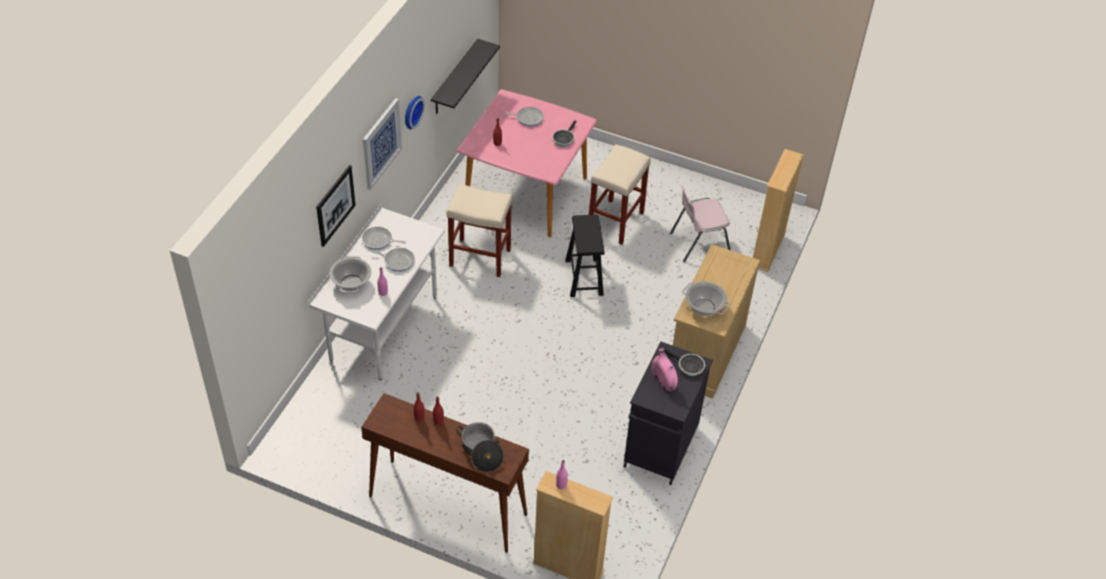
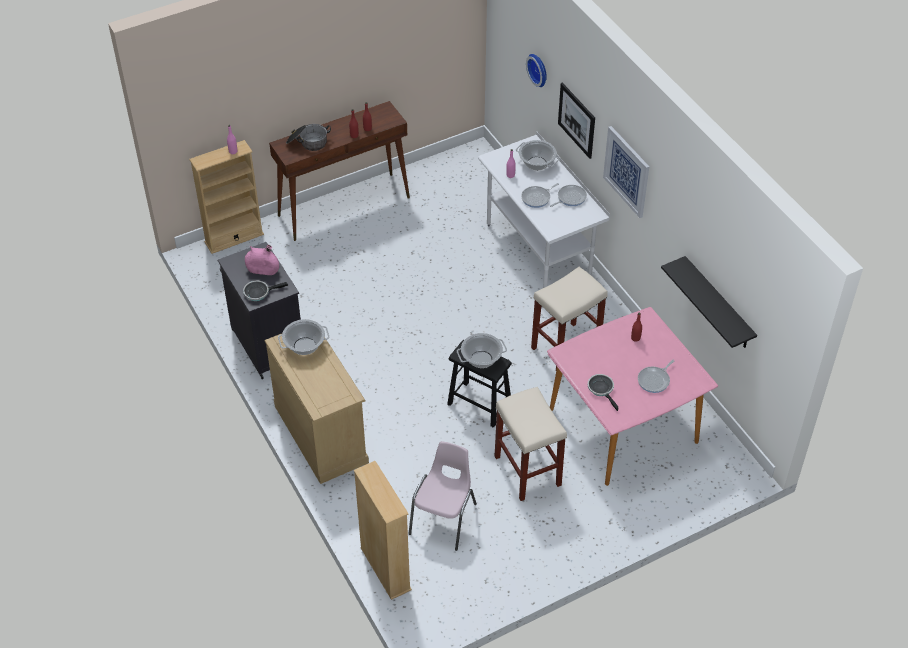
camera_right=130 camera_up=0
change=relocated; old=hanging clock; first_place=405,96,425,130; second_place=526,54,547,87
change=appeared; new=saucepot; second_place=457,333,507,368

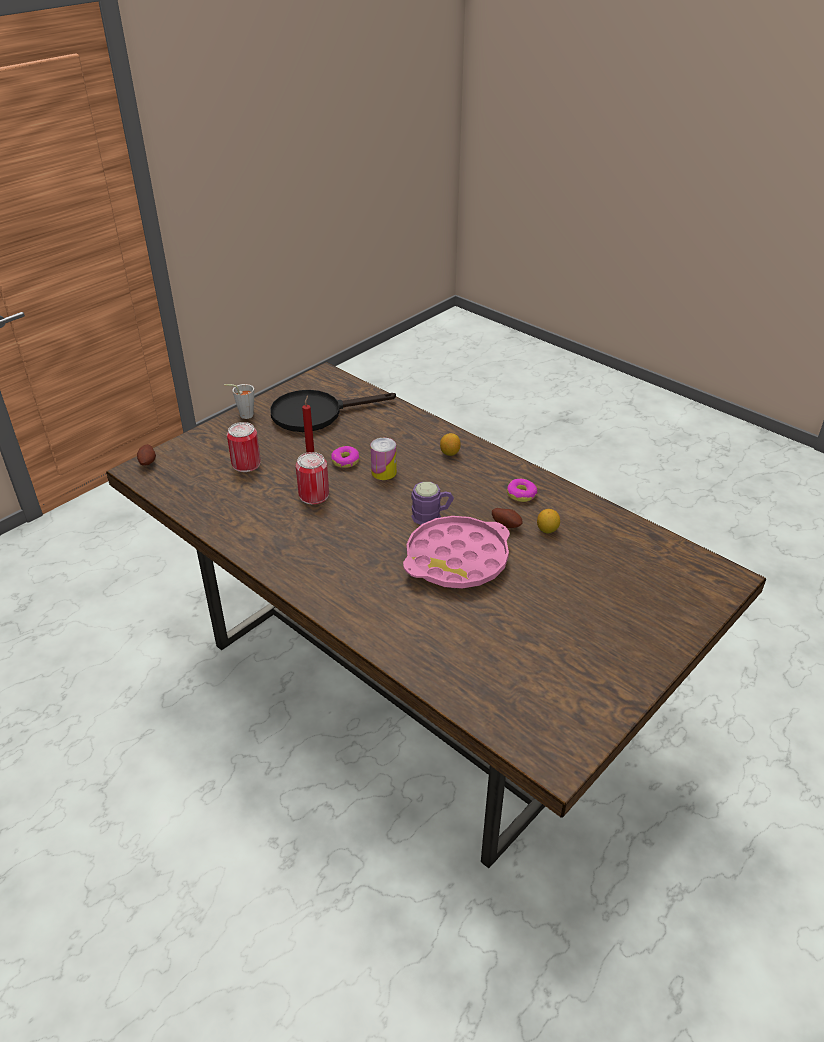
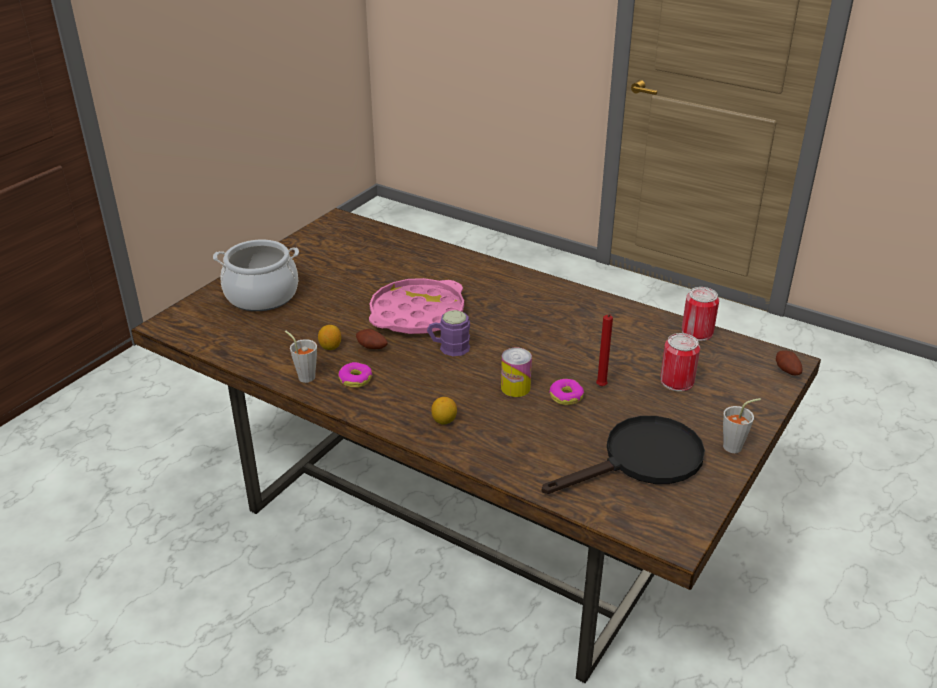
camera_right=170 camera_up=-5
change=relocated; old=metal can; first_place=296,452,329,504; second_place=682,287,719,341
change=appeared; new=saucepot; second_place=213,240,299,311
change=appeared; new=gray drinking cup; second_place=285,330,317,383

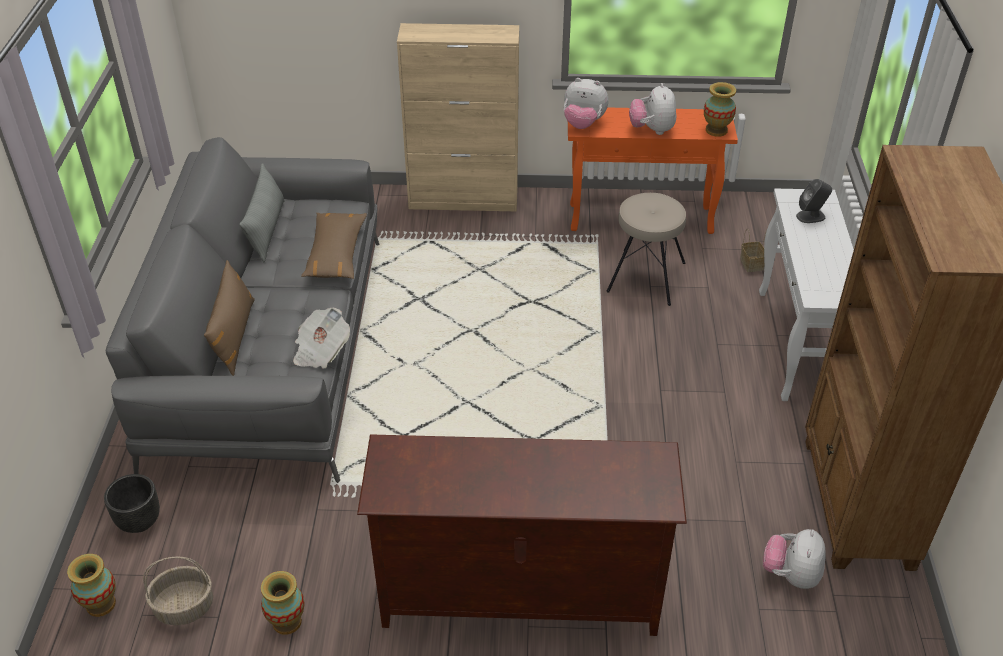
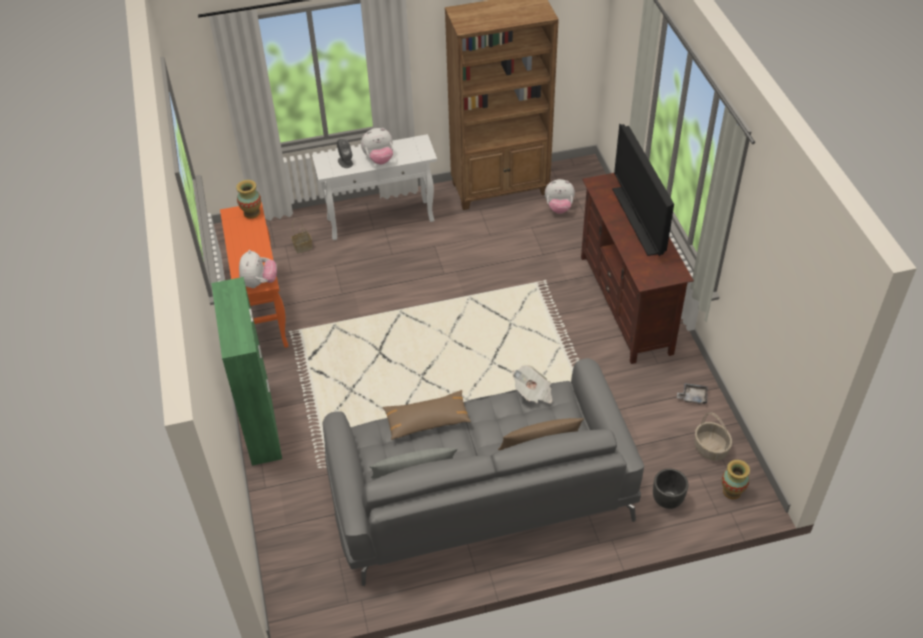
camera_right=-105 camera_up=5
change=colour; old=sand-coloured cabinet; new=green cabinet; first_place=397,23,519,212; second_place=211,277,282,466
change=relocated; old=plush toy; first_place=629,83,676,135; second_place=361,128,393,164
change=missing; old=sand-coloured stool seat; first_place=607,193,686,306
change=exchanged; old=flower vase; new=gray serving tray; first_place=261,571,305,635; second_place=677,383,708,404
change=appeared; new=TV set; second_place=612,124,674,256

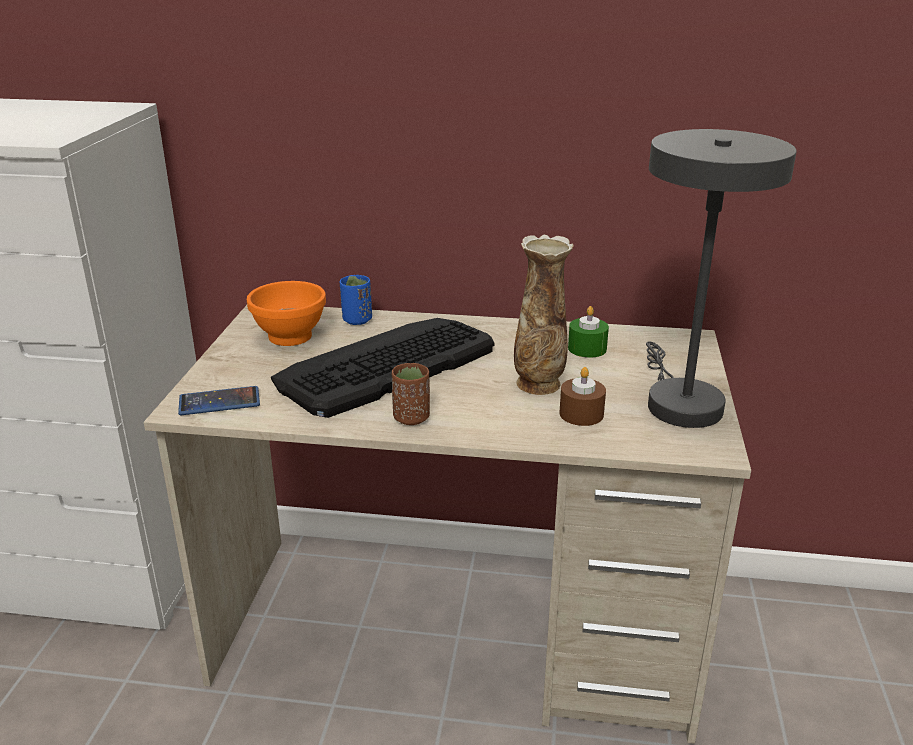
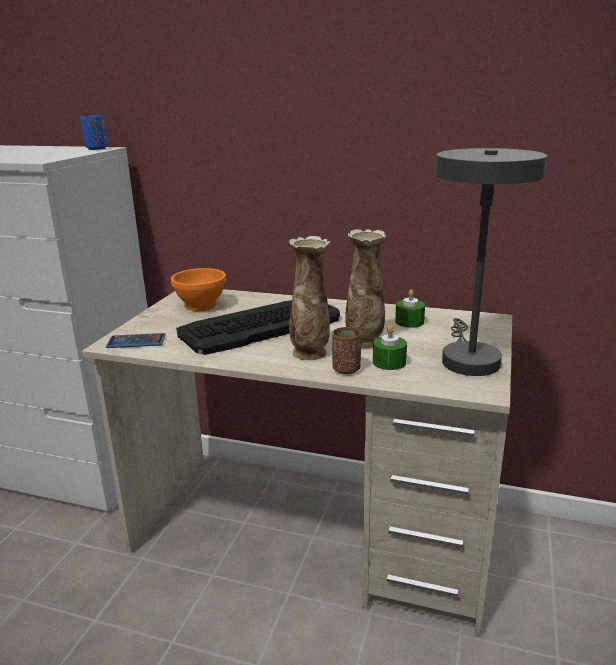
camera_right=10 camera_up=-5
change=relocated; old=bluish drinking cup; first_place=340,275,372,325; second_place=80,115,108,150
change=relocated; old=brown drinking cup; first_place=392,363,430,425; second_place=332,327,361,374
change=colour; old=brown wax candle; new=green wax candle; first_place=559,367,606,426; second_place=373,325,407,370
change=appeared; new=flower vase; second_place=289,236,330,360

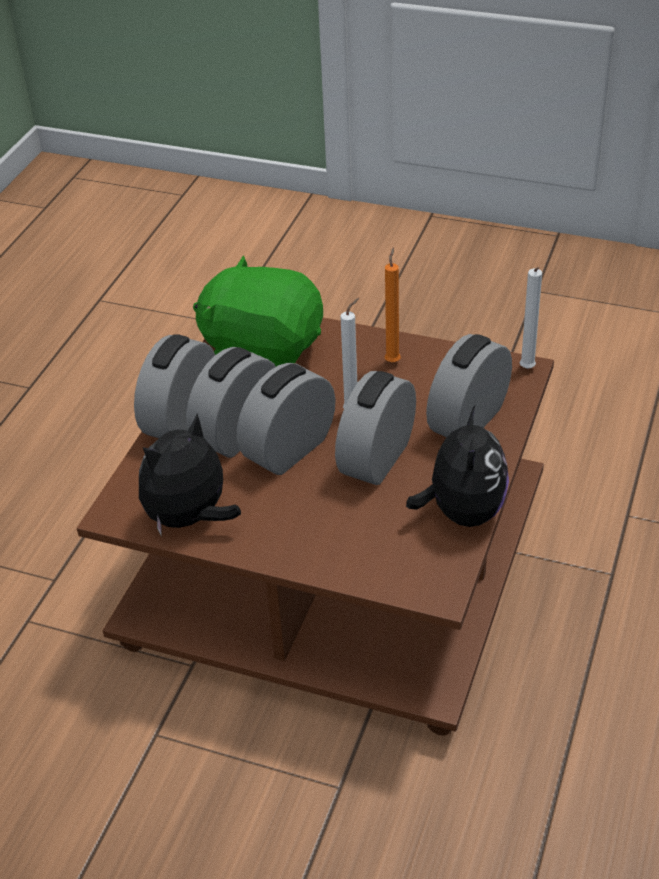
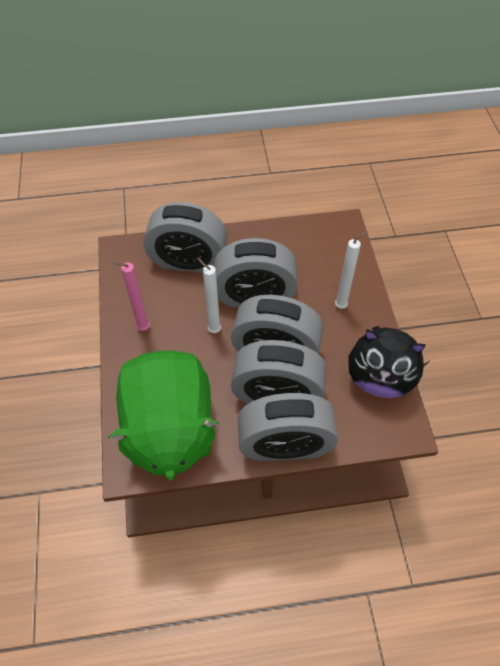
camera_right=-120 camera_up=15
change=colour; old=orange-coloured wax candle; new=pink wax candle; first_place=385,247,401,363; second_place=112,262,150,331
change=relocated; old=whitish wax candle; first_place=519,267,542,369; second_place=335,231,368,308
change=missing; old=plush toy; first_place=406,404,509,527

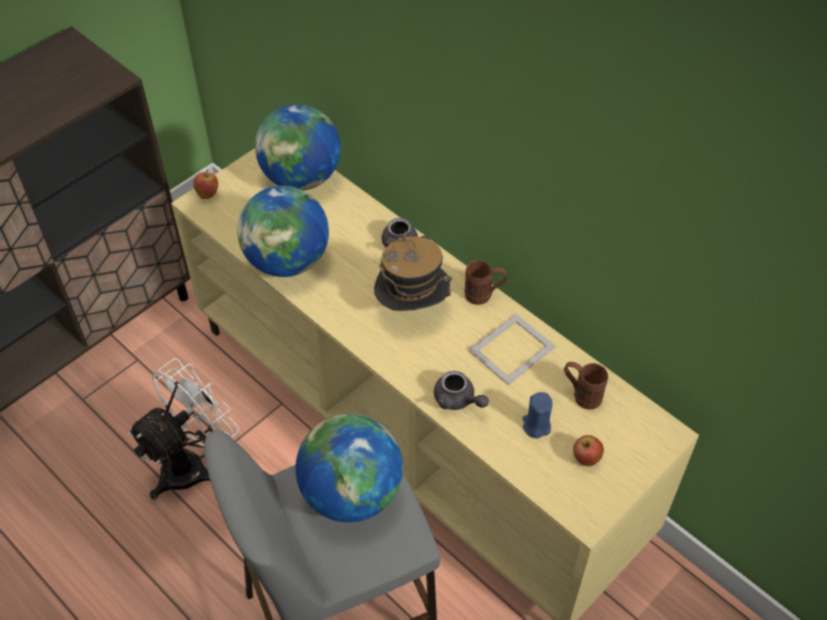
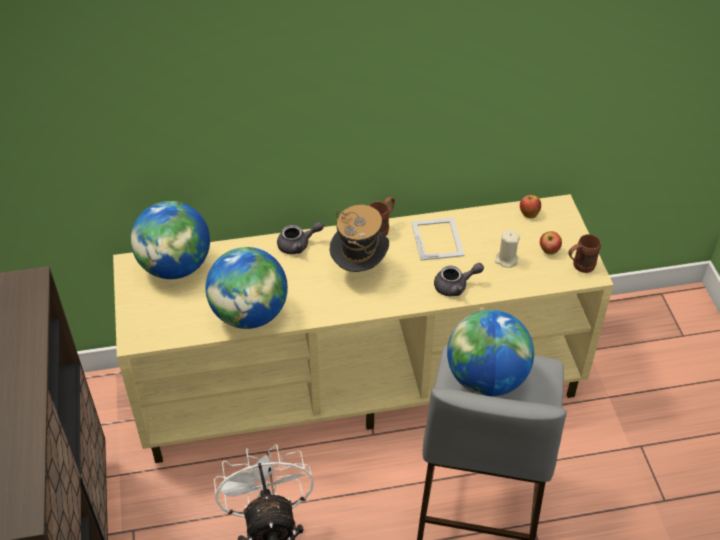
camera_right=-55 camera_up=-5
change=relocated; old=apple fruit; first_place=193,169,218,199; second_place=520,192,541,218
change=relocated; old=brown coffee mug; first_place=564,362,608,410; second_place=568,234,601,273
change=colour; old=bluish wax candle; new=sand-coloured wax candle; first_place=522,392,553,438; second_place=495,230,520,268

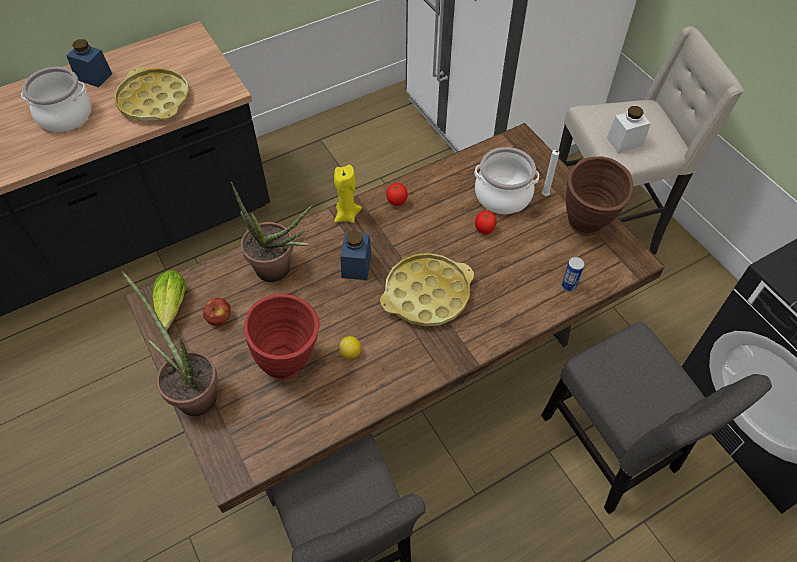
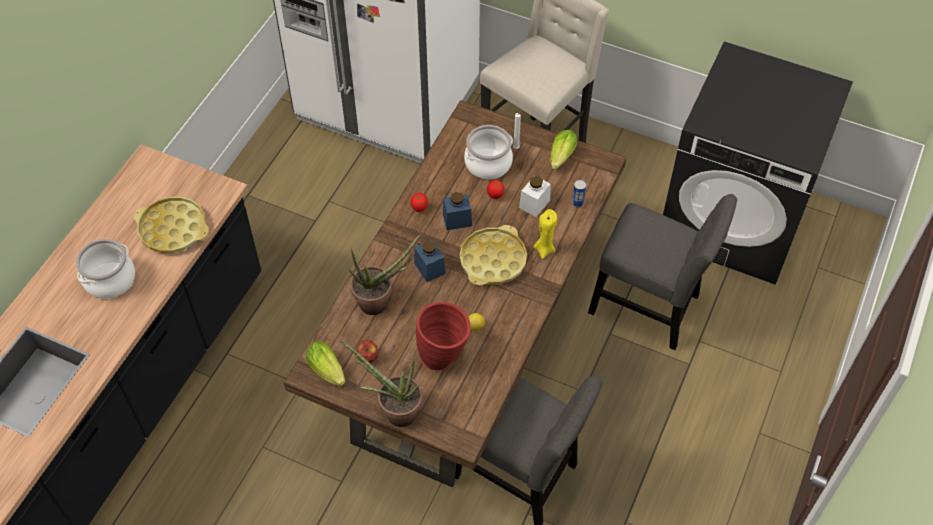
camera_right=-35 camera_up=0
change=relocated; old=bluish preserve jar; first_place=66,39,112,87; second_place=443,192,472,230
change=relocated; old=whitish preserve jar; first_place=607,106,651,153; second_place=519,175,551,217
change=exchanged; old=brown flower vase; new=lettuce head; first_place=566,156,633,236; second_place=550,130,577,170
change=relocated; old=yellowish wax candle; first_place=334,165,362,223; second_place=534,209,557,259

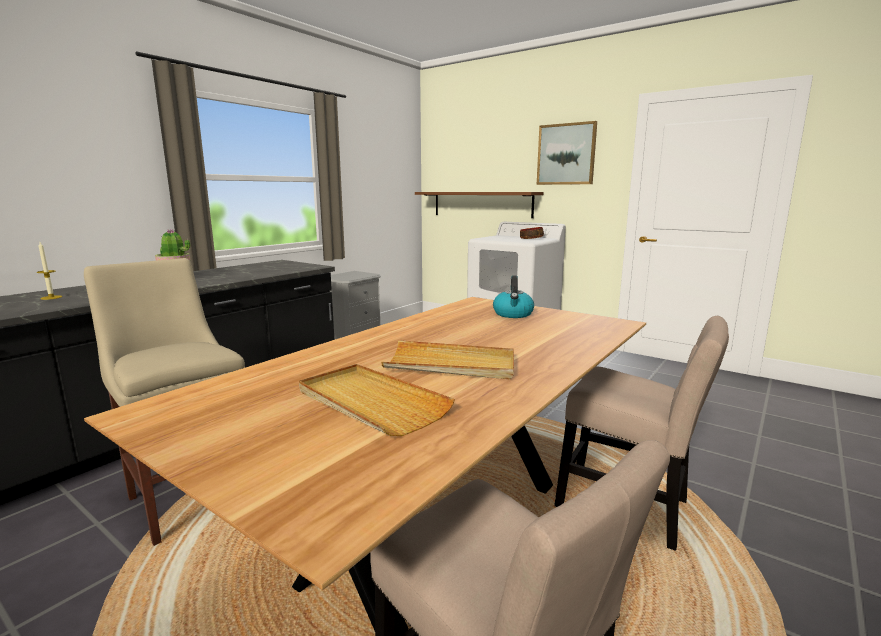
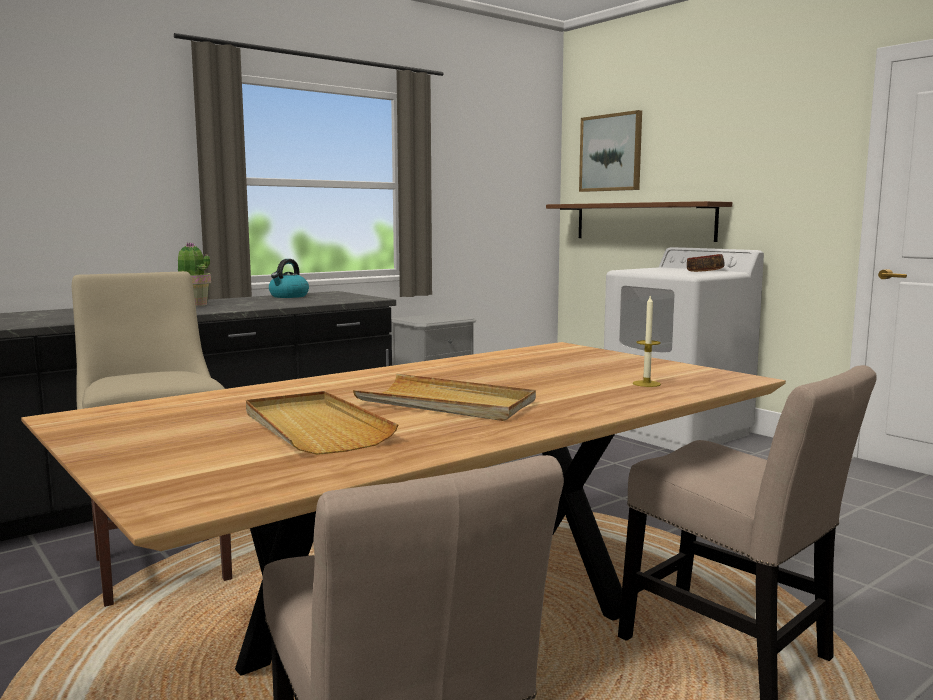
camera_right=15 camera_up=-5
change=relocated; old=wall art; first_place=537,121,597,185; second_place=579,110,642,192
change=relocated; old=wax candle; first_place=37,242,62,300; second_place=633,296,661,387
change=relocated; old=kettle; first_place=493,275,534,318; second_place=269,259,309,298

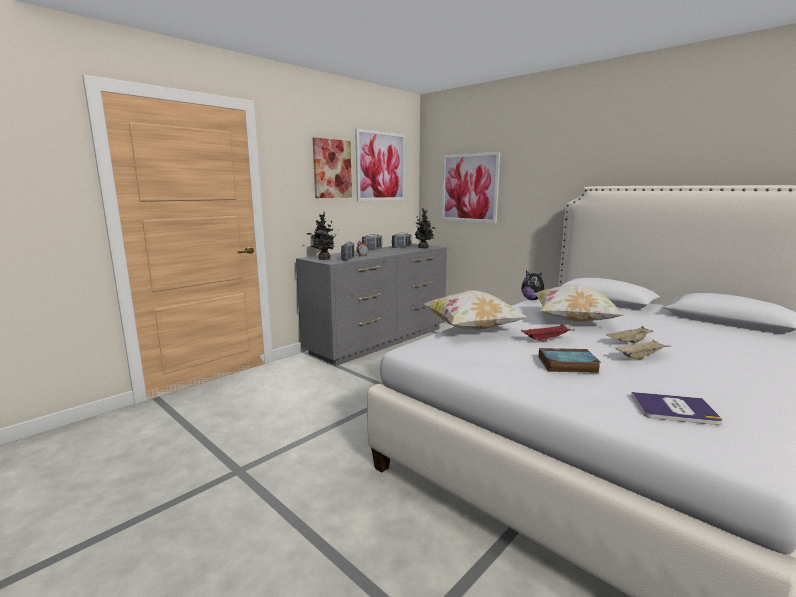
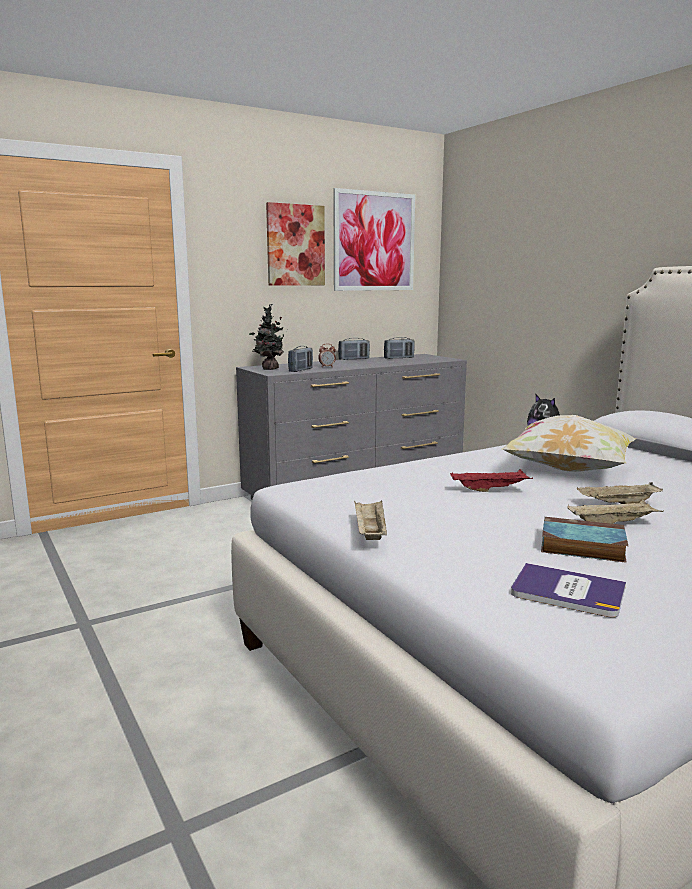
camera_right=15 camera_up=0
change=missing; old=wall art; first_place=442,152,500,223
change=missing; old=potted plant; first_place=415,208,435,249
change=missing; old=throw pillow; first_place=424,290,527,330
change=relocated; old=bound book; first_place=539,348,601,373; second_place=541,517,628,563
change=appeared; new=sand-coloured serving tray; second_place=354,501,387,540

